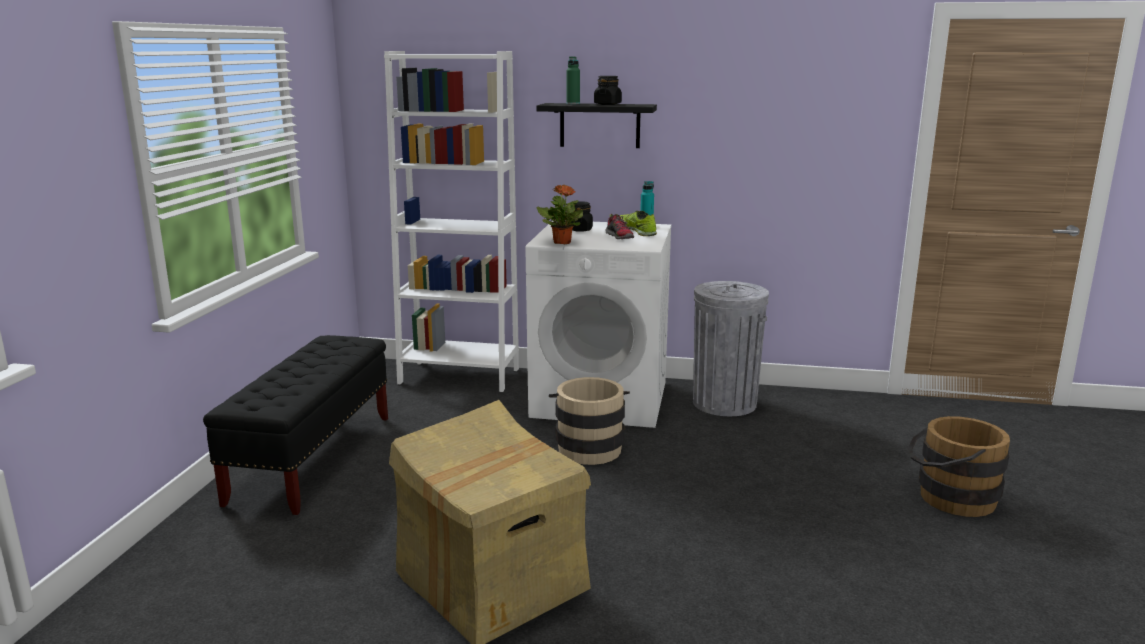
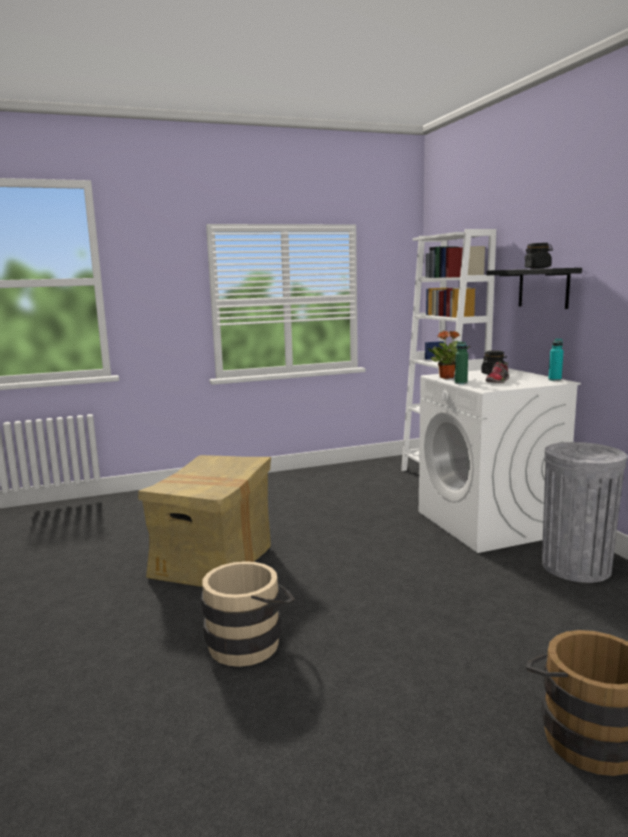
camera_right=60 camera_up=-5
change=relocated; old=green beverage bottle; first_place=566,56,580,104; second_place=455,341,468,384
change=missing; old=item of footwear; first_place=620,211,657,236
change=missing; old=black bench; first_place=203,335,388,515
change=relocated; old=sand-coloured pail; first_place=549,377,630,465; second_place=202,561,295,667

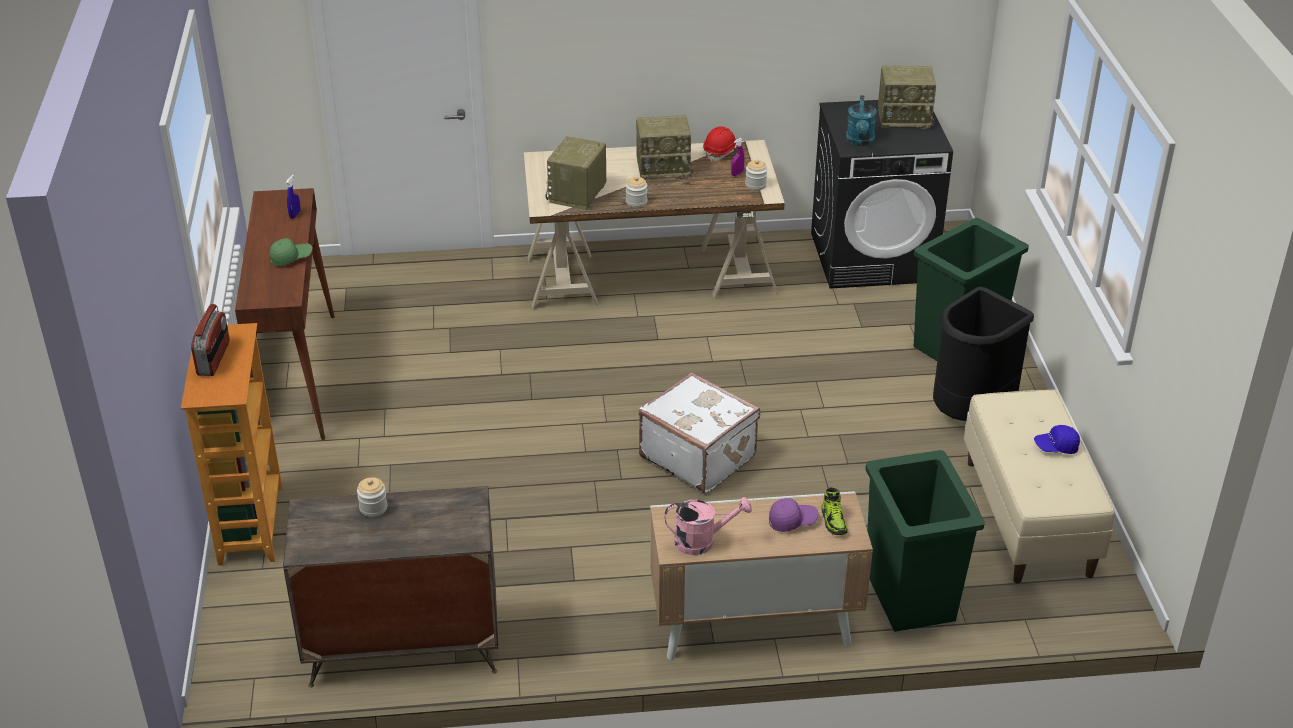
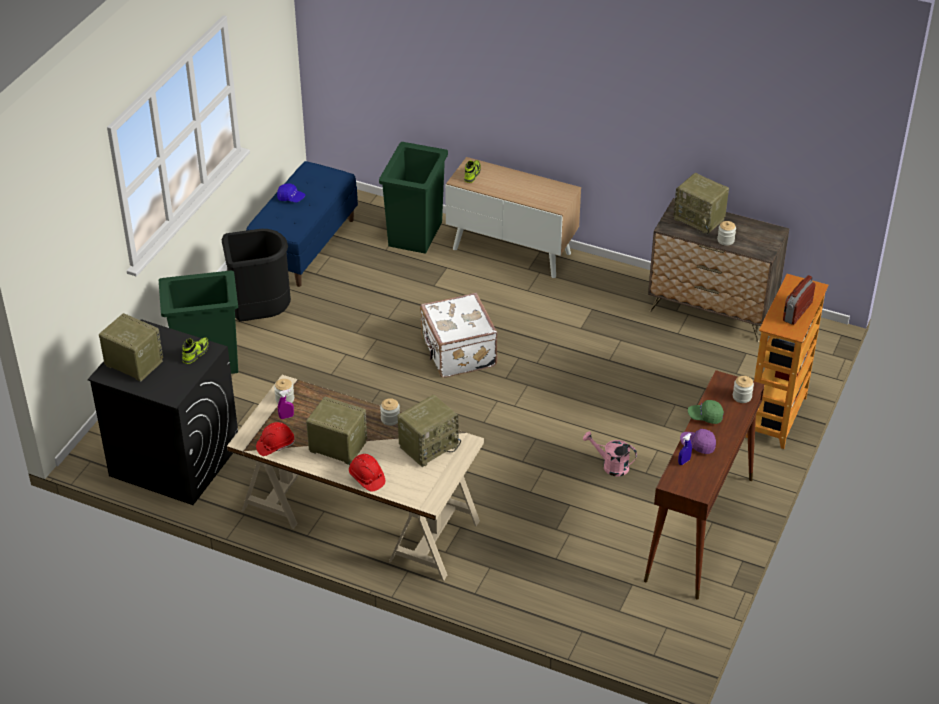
camera_right=-150 camera_up=5
change=exchanged; old=blue-green sprinkling can; new=item of footwear; first_place=846,95,877,146; second_place=182,337,209,364
change=colour; old=sand-coloured bench; new=bluish bench; first_place=964,390,1114,584; second_place=246,161,358,287
change=relocated; old=pink sprinkling can; first_place=665,497,752,555; second_place=583,432,637,476
change=relocated; old=purplish peaked cap; first_place=769,498,819,532; second_place=680,429,716,454
change=appeared; new=radio; second_place=673,173,729,234
change=appeared; new=preserve jar; second_place=733,376,754,403
change=appeared; new=red-coloured hard hat; second_place=349,454,385,492

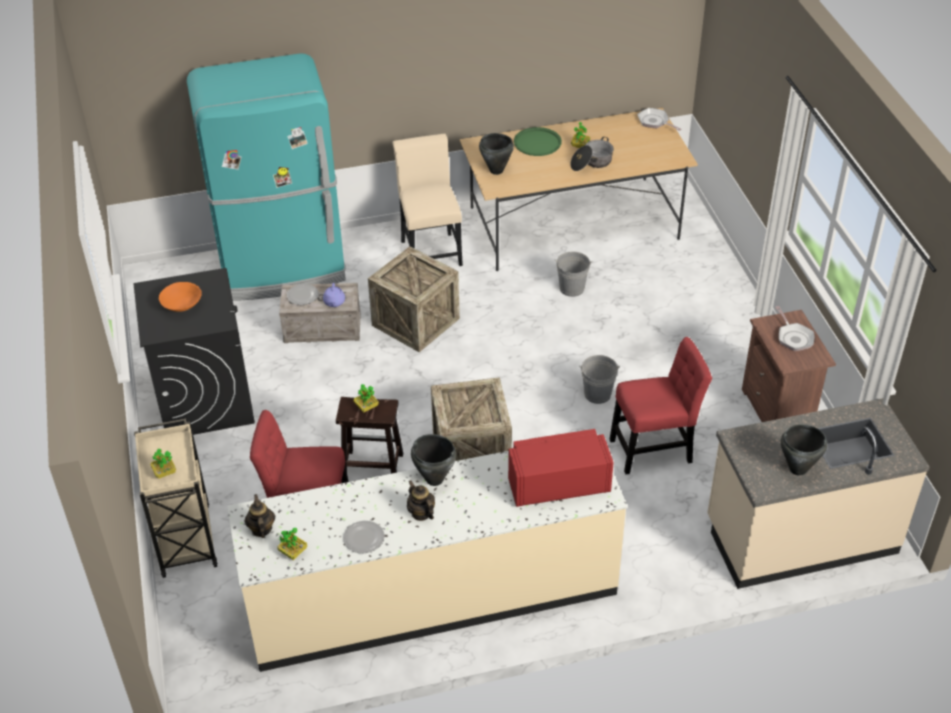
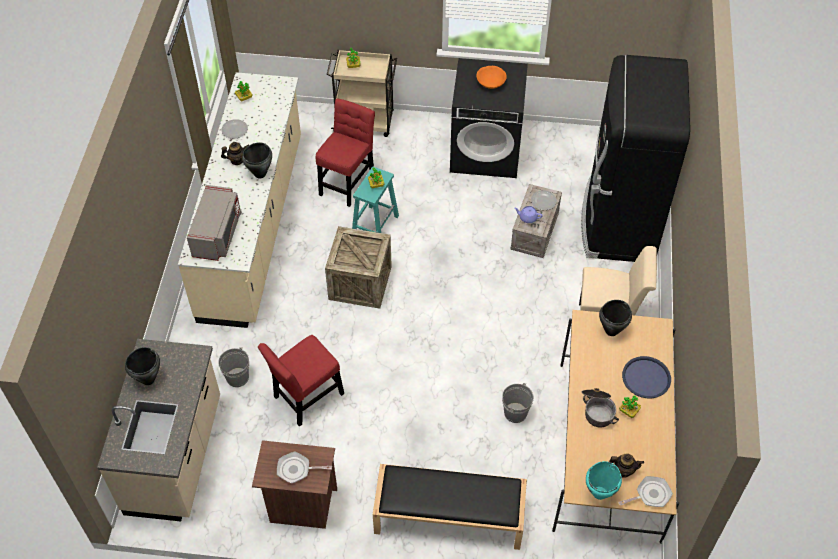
camera_right=110 camera_up=10
change=colour; old=blue-green kitchen fridge; new=black kitchen fridge; first_place=187,54,346,300; second_place=581,55,690,262
change=colour; old=green serving tray; new=bluish serving tray; first_place=514,127,562,156; second_place=622,356,671,398
change=missing; old=shipping crate; first_place=368,246,460,352
change=spun; old=red-coloured chair; first_place=609,337,712,474; second_place=258,335,344,427; degrees=45
change=relocated; old=gray pail; first_place=579,355,620,404; second_place=218,347,249,387
change=colour; old=brown stool seat; new=blue-green stool seat; first_place=336,397,403,482; second_place=352,167,399,233
change=colour; old=red-coloured microwave oven; new=gray microwave oven; first_place=508,429,614,507; second_place=187,185,242,261
change=relocated; old=tea pot; first_place=244,494,276,538; second_place=609,453,644,478
change=appeared; new=blue-green saucepot; second_place=586,461,622,500
change=appeared; new=black bench; second_place=373,464,527,550

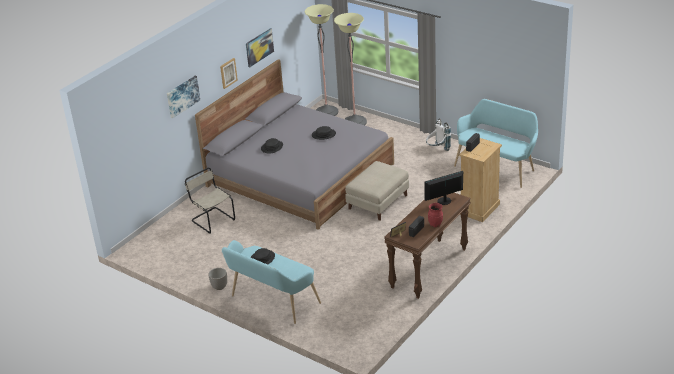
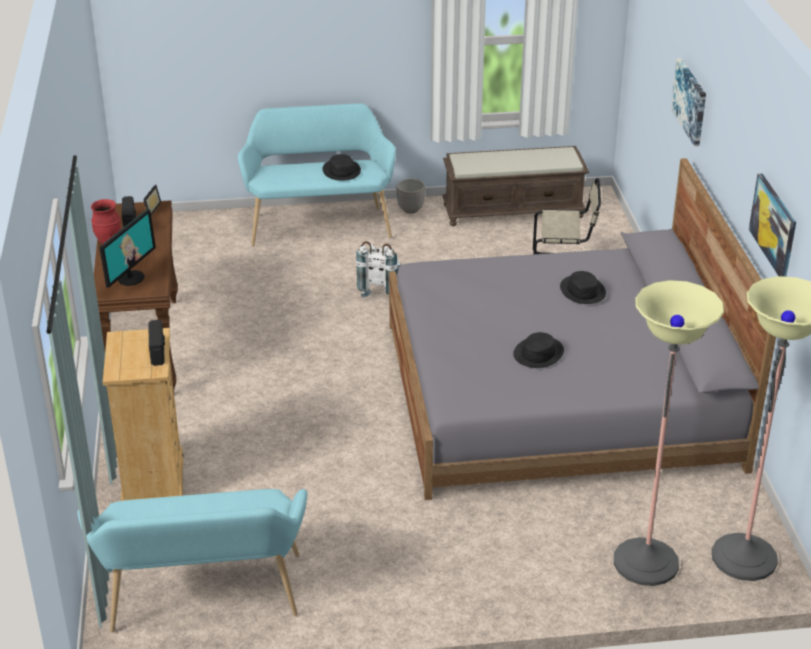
camera_right=135 camera_up=0
change=missing; old=wall art; first_place=220,58,238,89
change=relocated; old=whitish knapsack; first_place=426,118,451,151; second_place=356,241,401,297
change=missing; old=sand-coloured ottoman; first_place=345,161,409,221
change=appeared; new=brown bench; second_place=442,146,589,226

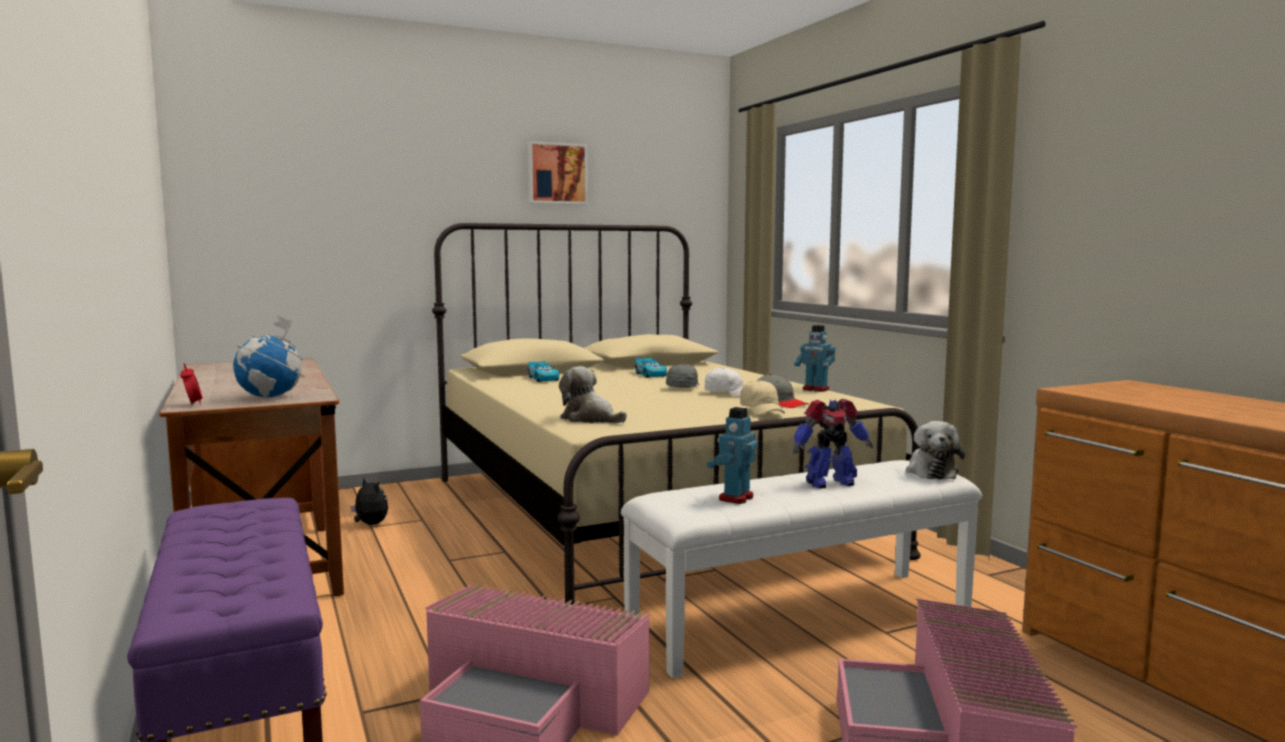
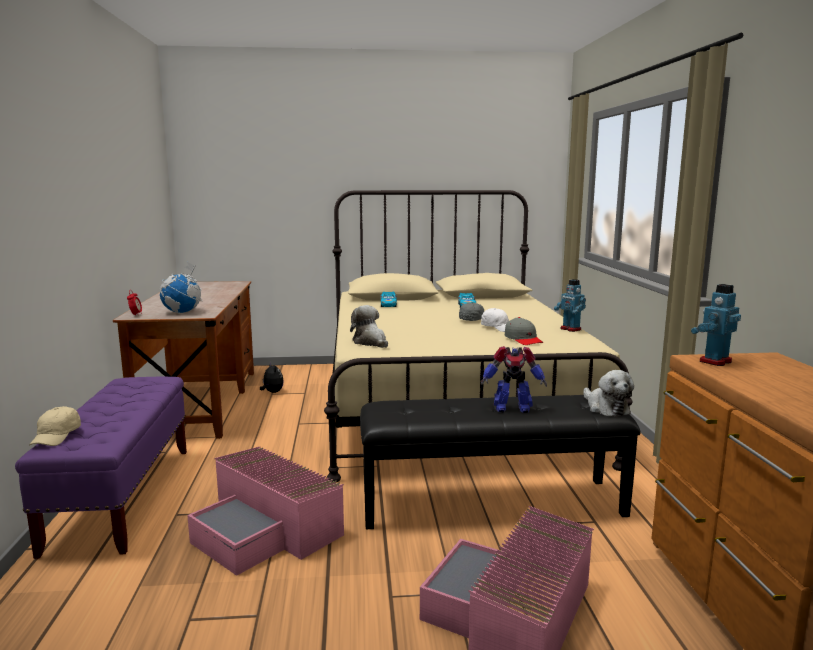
camera_right=20 camera_up=5
change=missing; old=wall art; first_place=528,141,588,205
change=relocated; old=sand-coloured peaked cap; first_place=740,380,785,415; second_place=29,406,81,446
change=relocated; old=robot figure; first_place=706,407,758,504; second_place=691,284,741,366
change=spun; old=plush toy; first_place=906,421,965,479; second_place=583,370,634,417; degrees=-45
change=colour; old=whitish bench; new=black bench; first_place=621,460,982,679; second_place=360,395,641,529

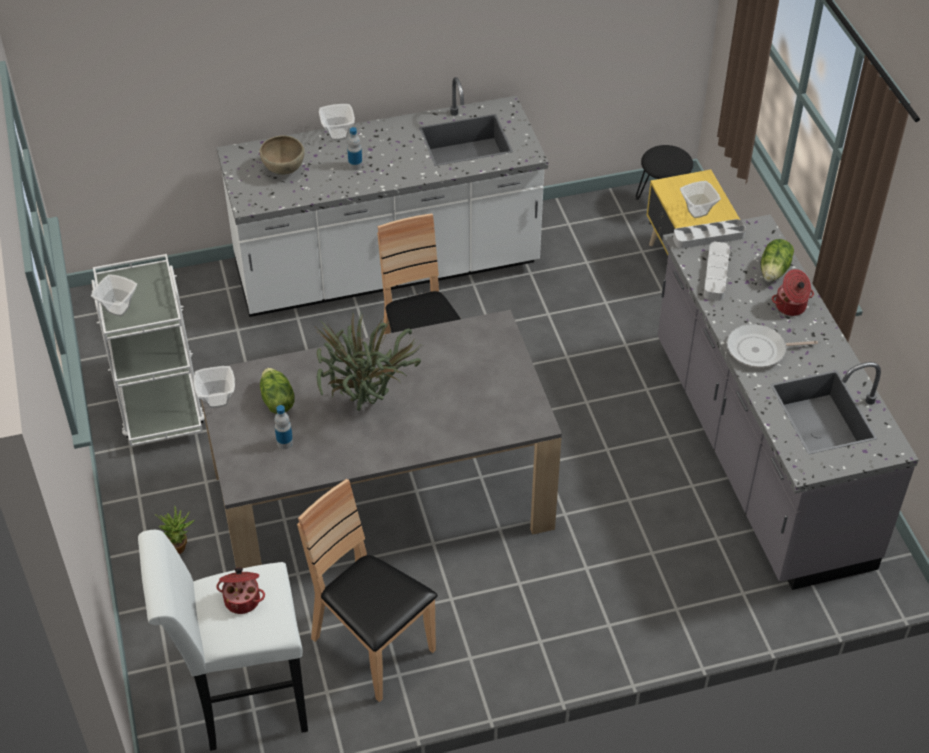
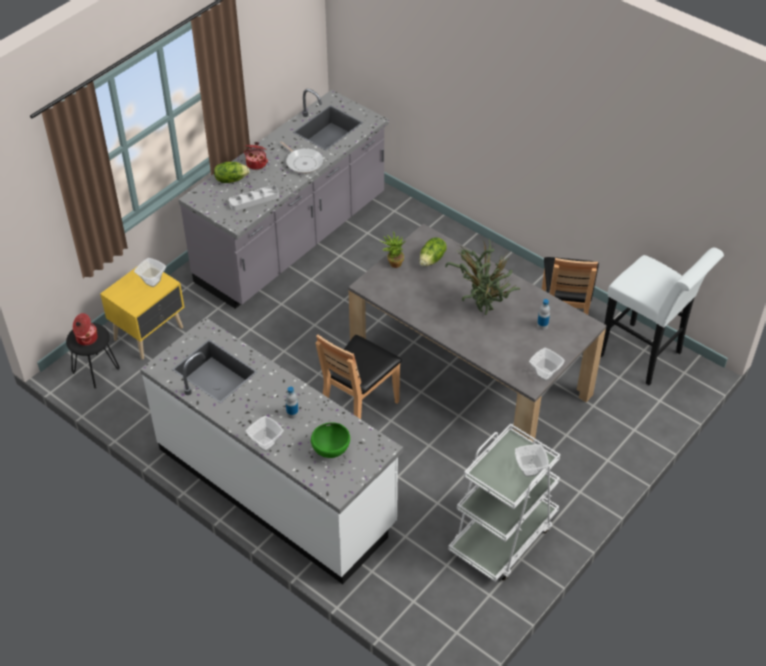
camera_right=-125 camera_up=0
change=colour; old=brown deep dish; new=green deep dish; first_place=259,135,305,175; second_place=311,422,350,458
change=missing; old=gray serving tray; first_place=673,219,746,249
change=relocated; old=lettuce head; first_place=260,368,294,414; second_place=419,238,447,267
change=relocated; old=potted plant; first_place=155,506,194,554; second_place=379,231,405,268
change=relocated; old=saucepot; first_place=216,567,265,614; second_place=73,313,98,346

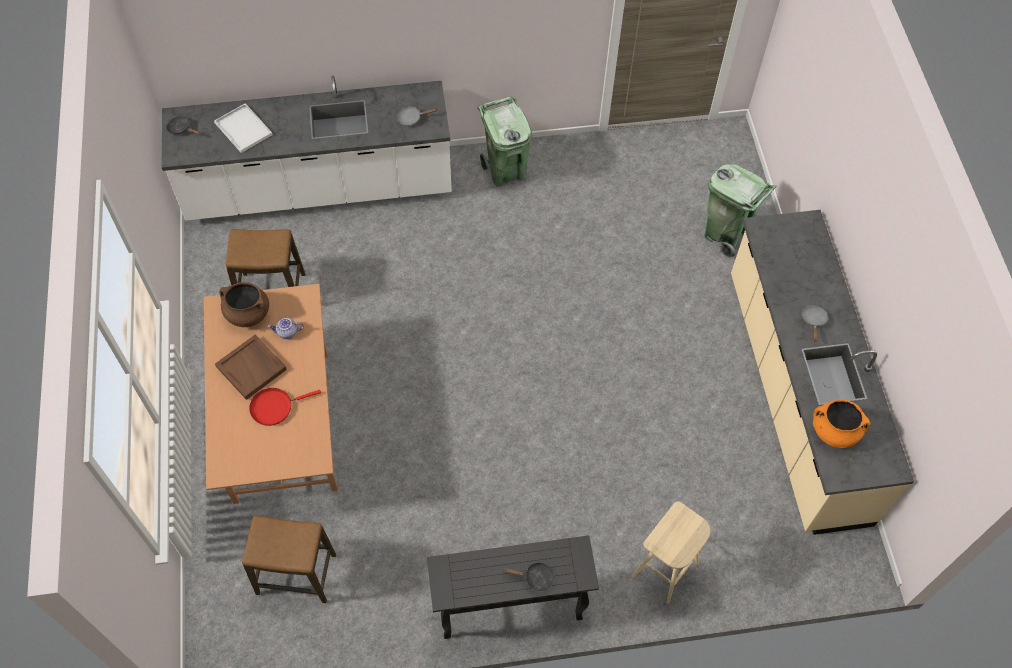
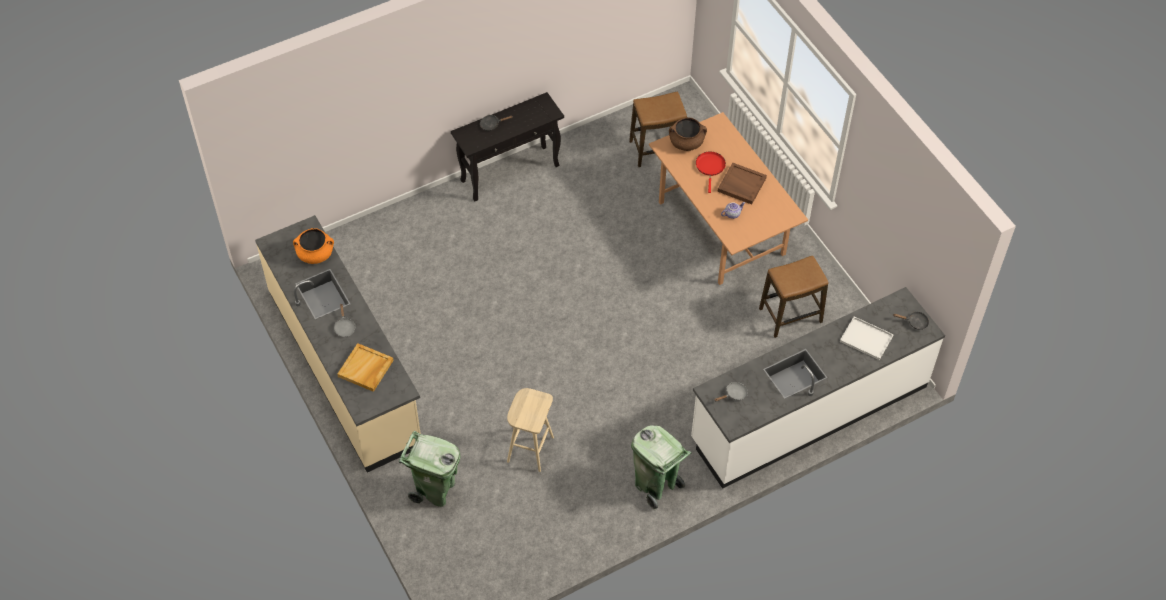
camera_right=160 camera_up=-5
change=relocated; old=brown saucepot; first_place=219,282,269,327; second_place=669,117,707,151
change=spun; old=red-coloured skillet; first_place=249,388,321,426; second_place=696,152,726,193; degrees=-45
change=relocated; old=sand-coloured stool seat; first_place=632,501,710,604; second_place=507,388,554,472
change=appeared; new=sand-coloured serving tray; second_place=337,343,394,392

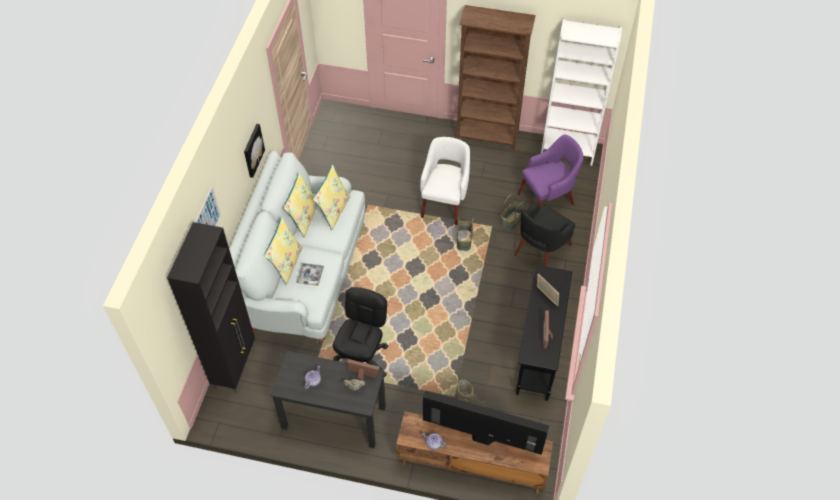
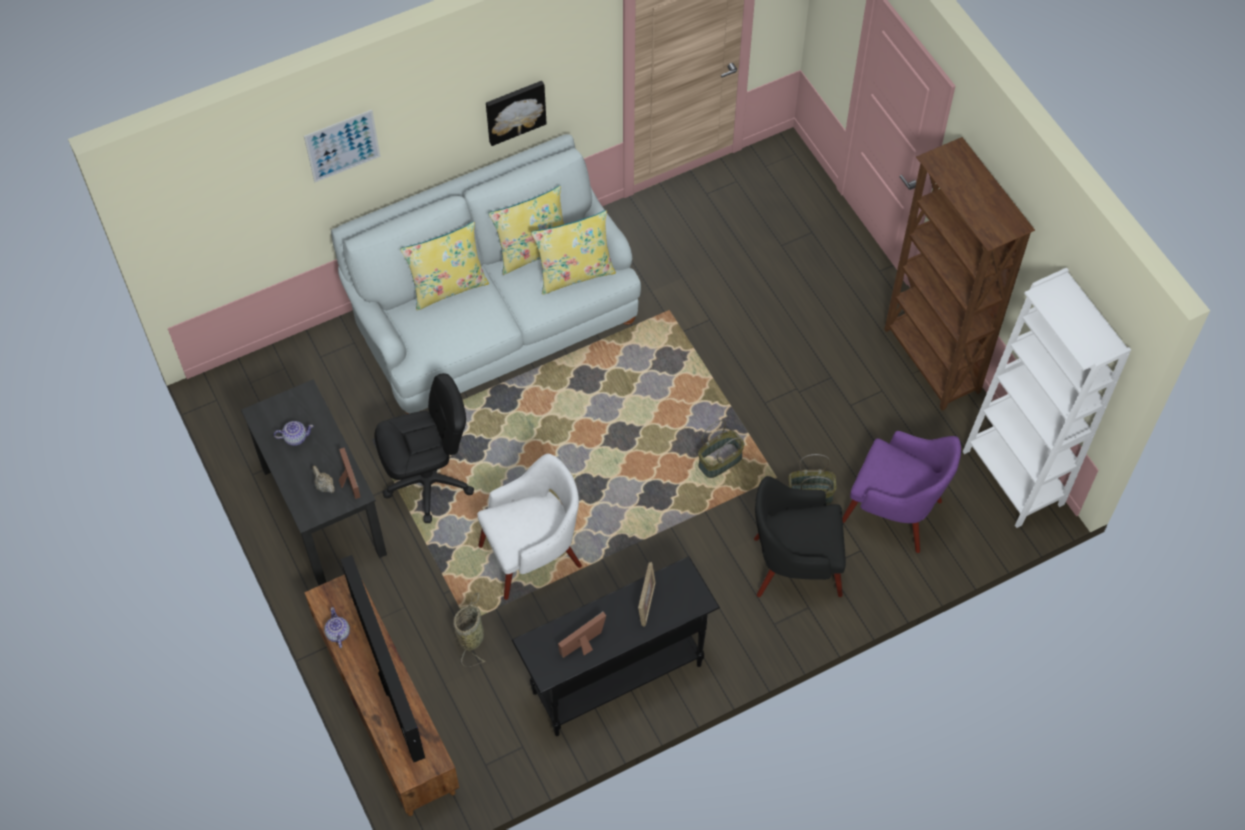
camera_right=50 camera_up=5
change=relocated; old=whitish lounge chair; first_place=420,137,470,225; second_place=477,454,582,600
change=missing; old=black cabinet; first_place=167,222,255,393
change=missing; old=serving tray; first_place=296,263,324,286

